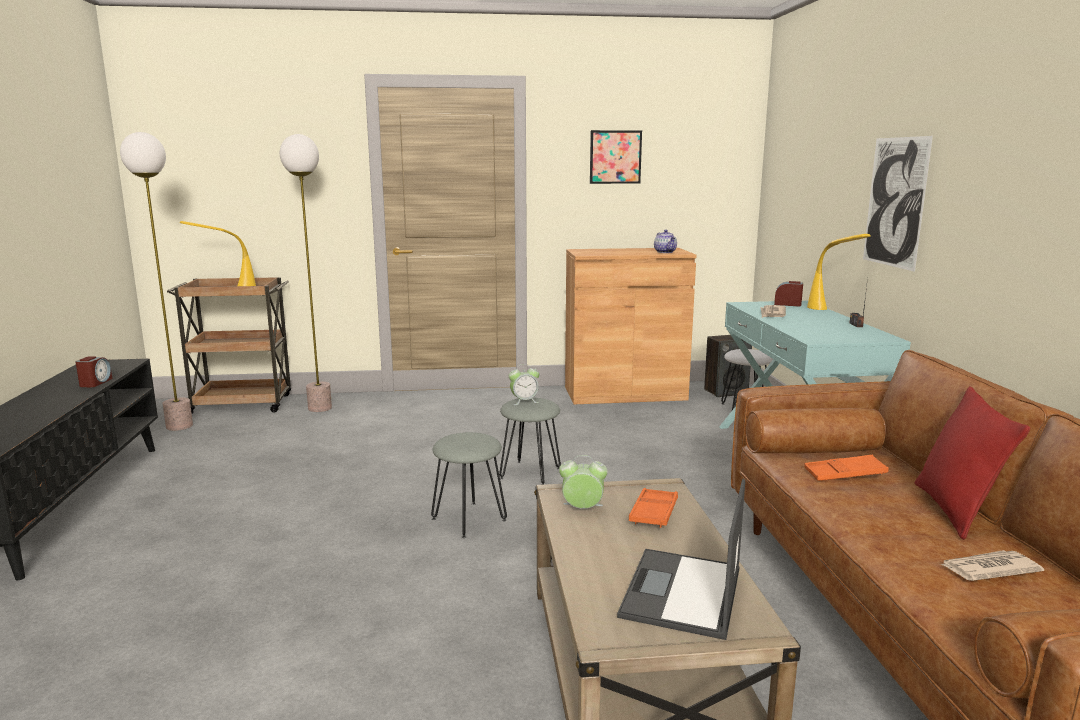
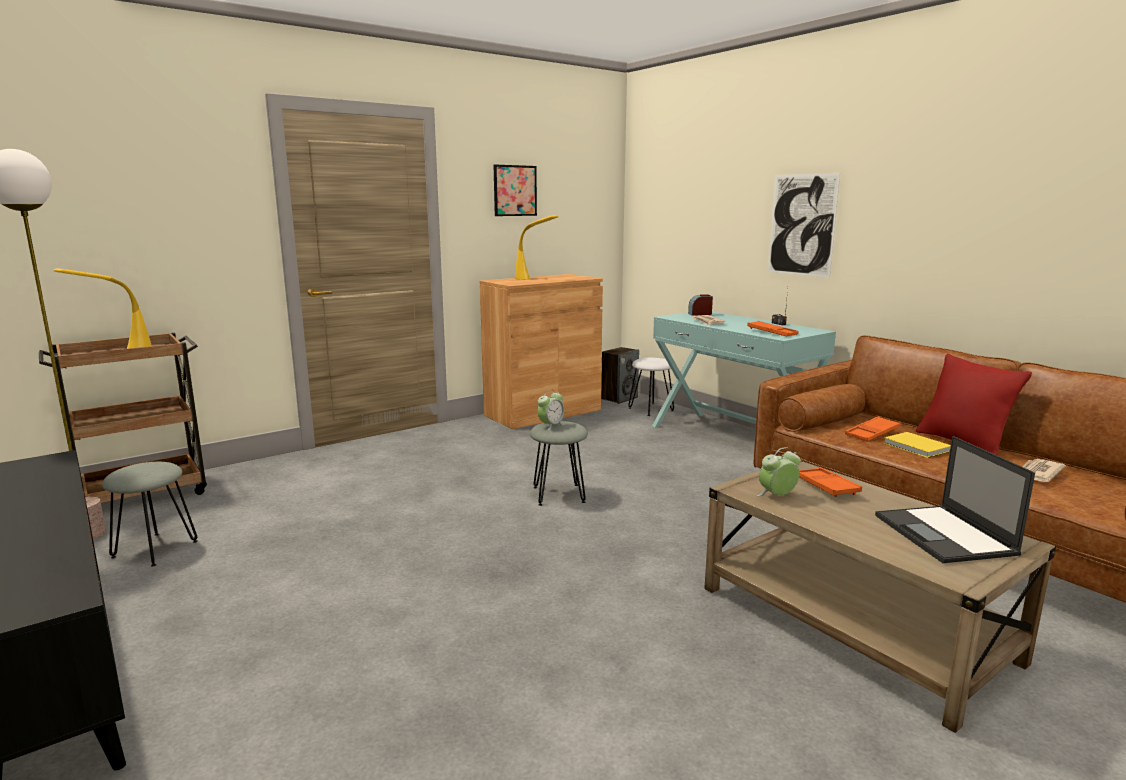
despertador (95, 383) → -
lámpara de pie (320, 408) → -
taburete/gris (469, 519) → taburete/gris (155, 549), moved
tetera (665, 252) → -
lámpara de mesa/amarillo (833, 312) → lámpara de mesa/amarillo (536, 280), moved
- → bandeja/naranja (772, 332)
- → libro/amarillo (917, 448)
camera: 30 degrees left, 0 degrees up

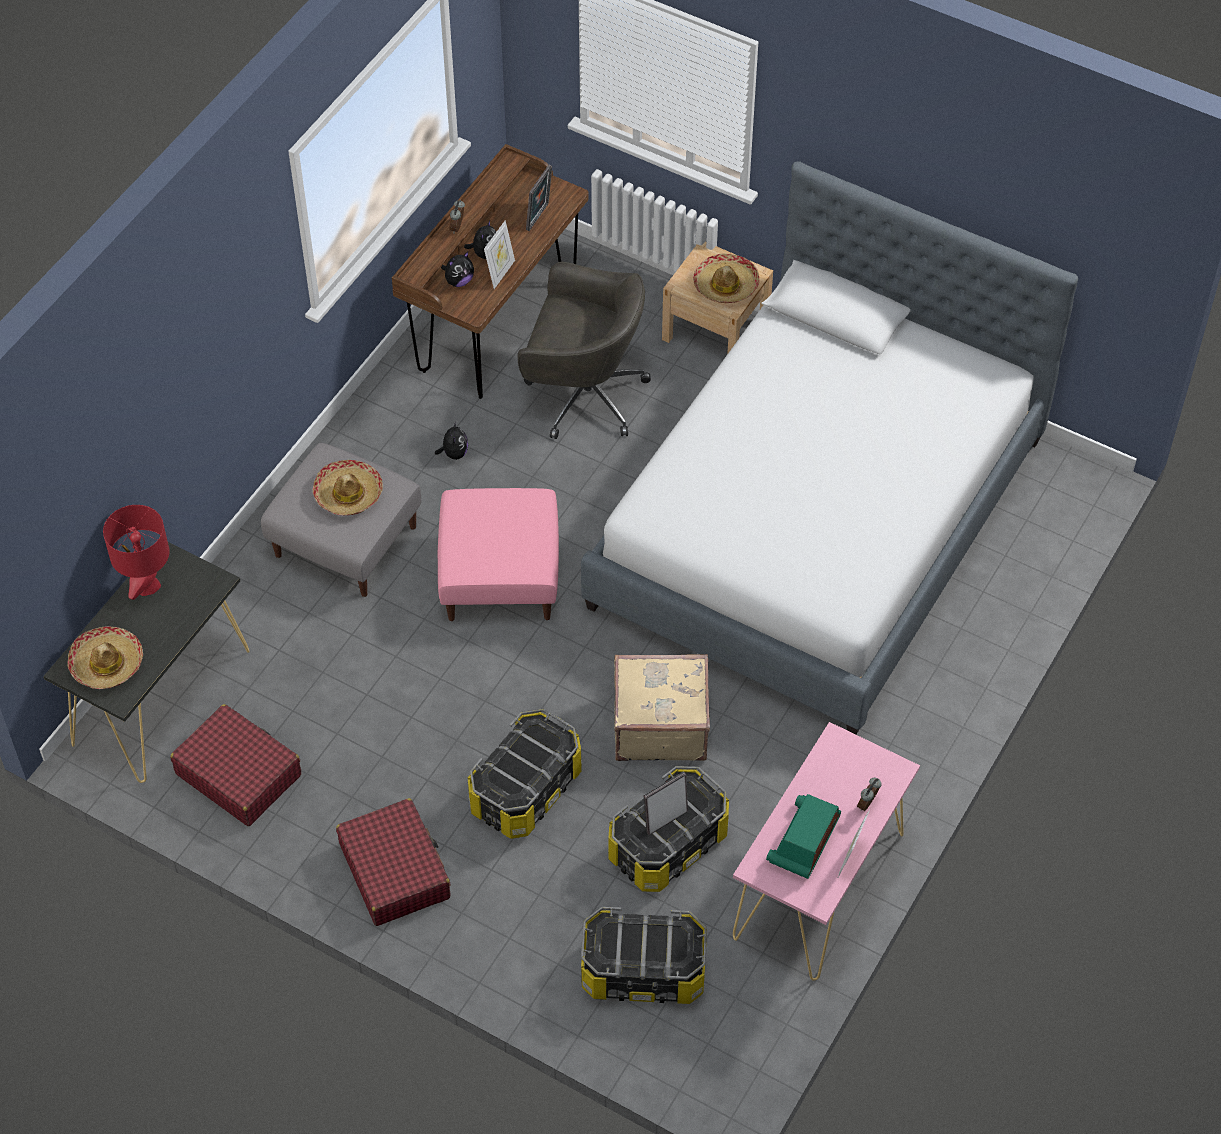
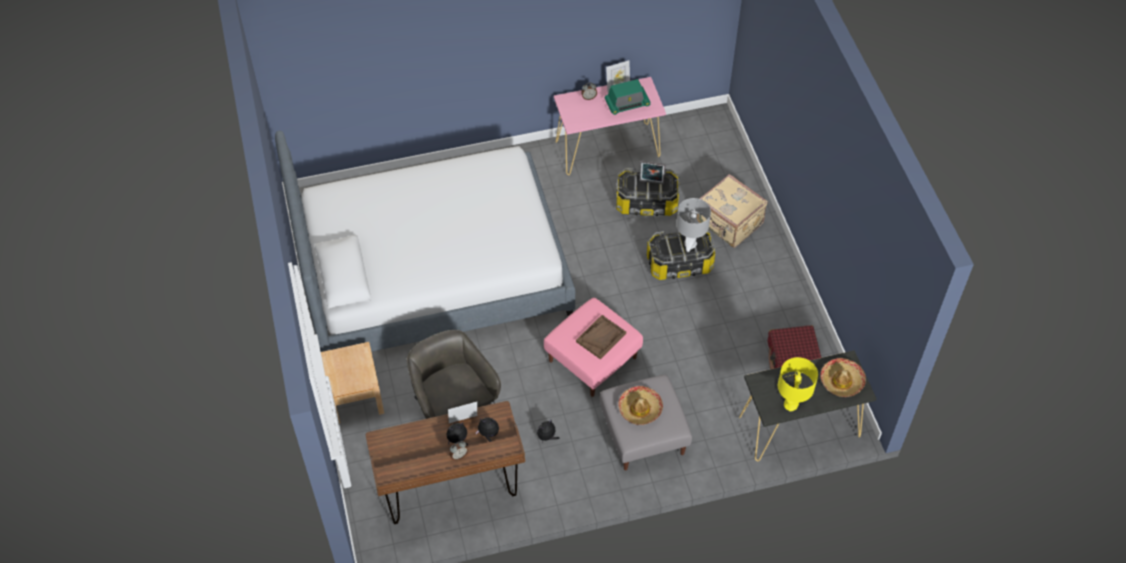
lámpara de mesa/rojo (148, 586) → lámpara de mesa/amarillo (791, 404)
maleta/rojo (395, 870) → -
portarretratos (539, 217) → -
caja de almacenaje (643, 970) → -
maleta/beis (659, 724) → maleta/beis (729, 223), moved
sombrero (726, 285) → -
- → bandeja/marrón (601, 337)
- → lámpara de mesa/gris (690, 244)
camera: 135 degrees left, 0 degrees up

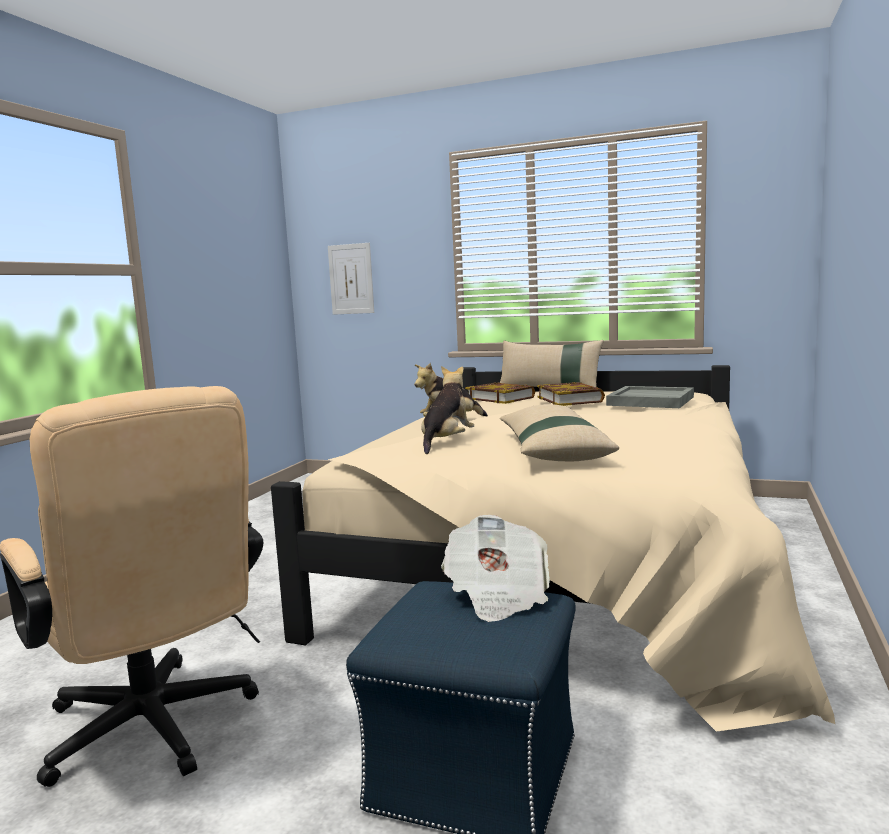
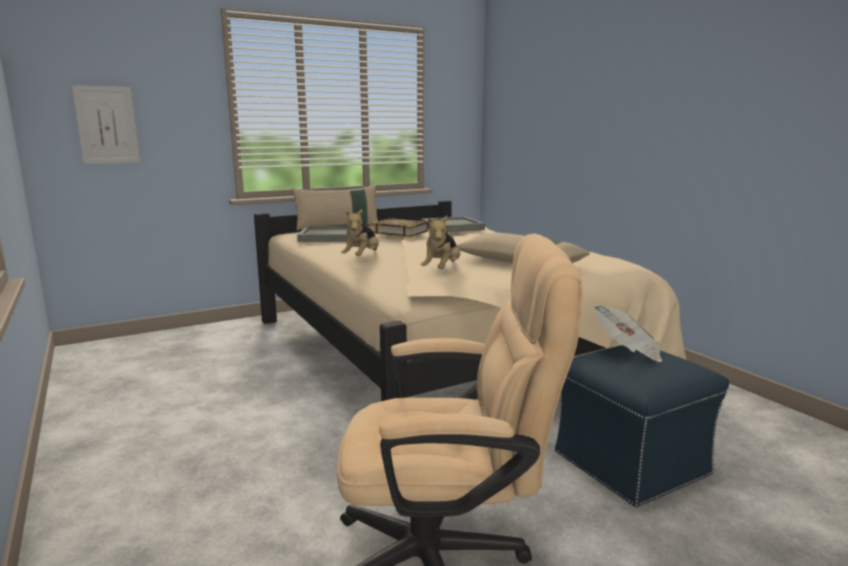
peluche (446, 442) → peluche (442, 270), 135 degrees counterclockwise
libro (500, 398) → bandeja/gris (328, 237)
camera: 50 degrees left, 5 degrees up

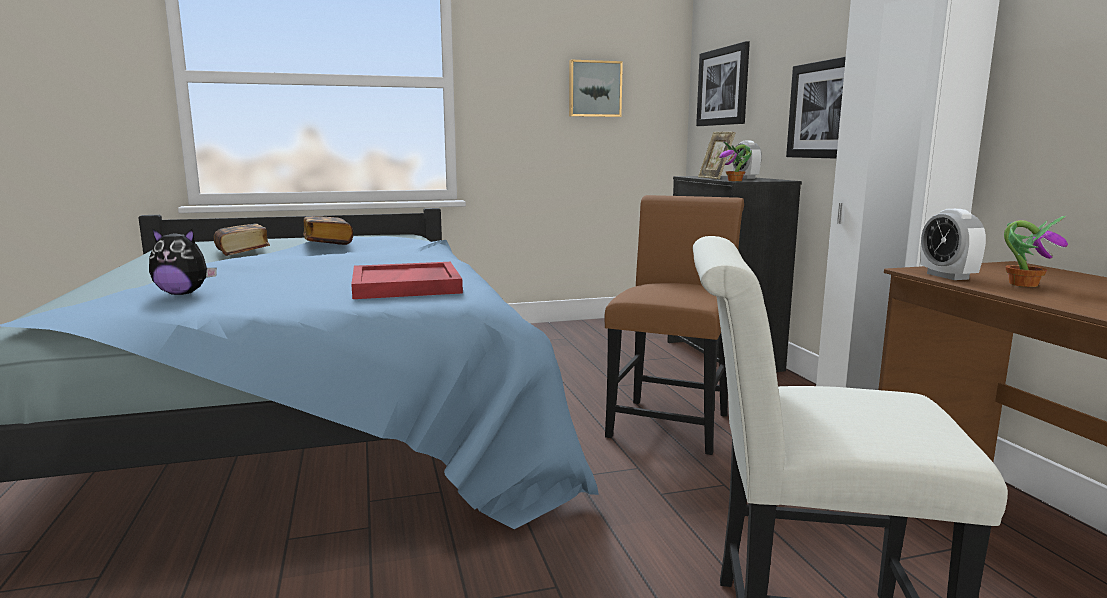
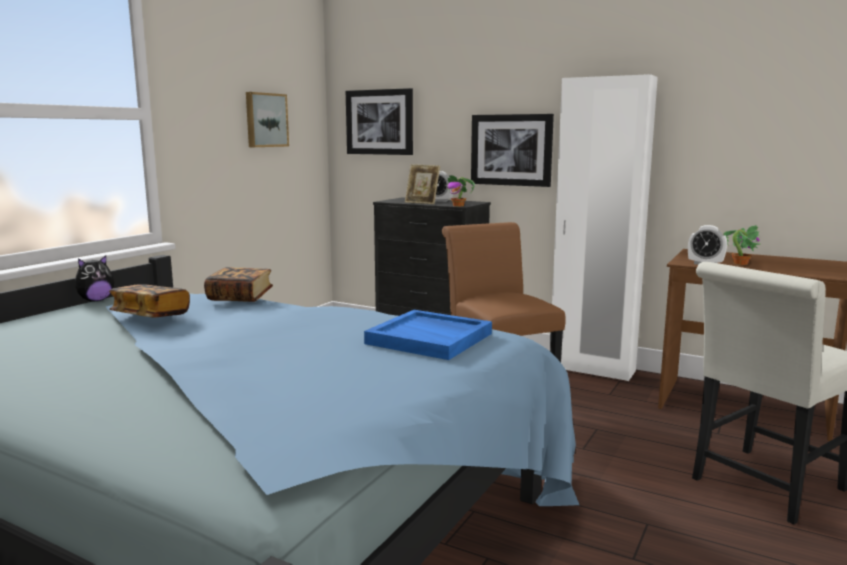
peluche (183, 294) → peluche (96, 300), moved
libro (243, 252) → libro (240, 297), moved
bandeja/rojo (407, 286) → bandeja/azul (430, 338)
camera: 45 degrees left, 0 degrees up

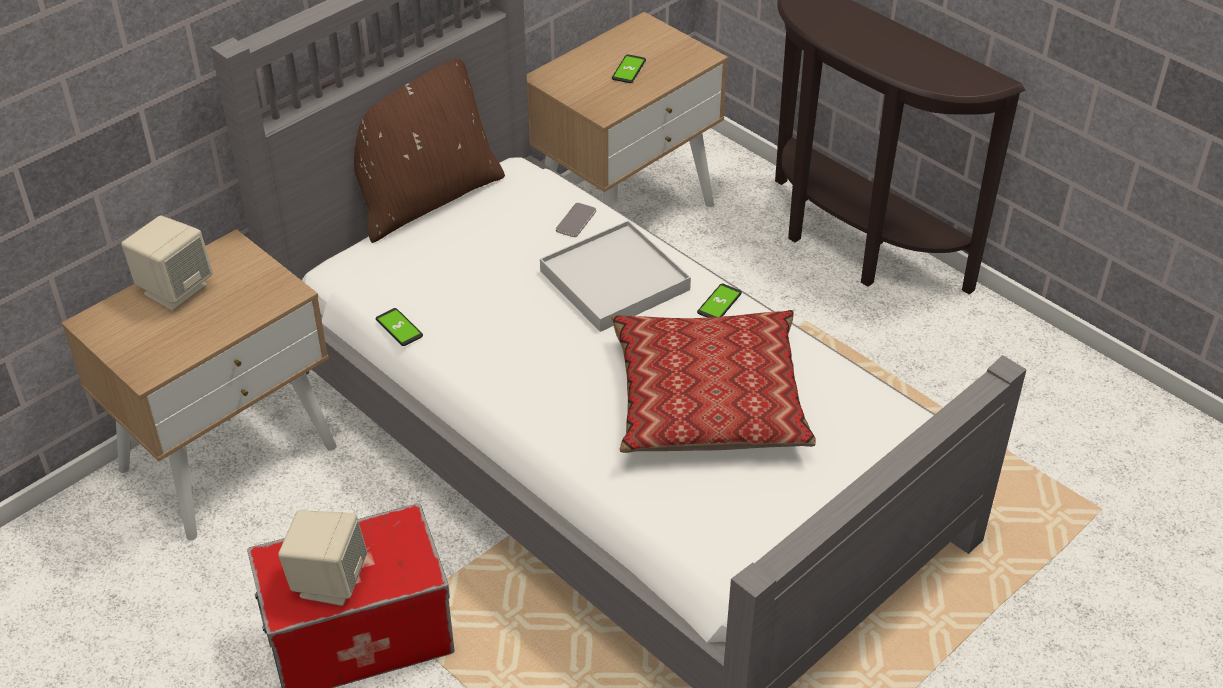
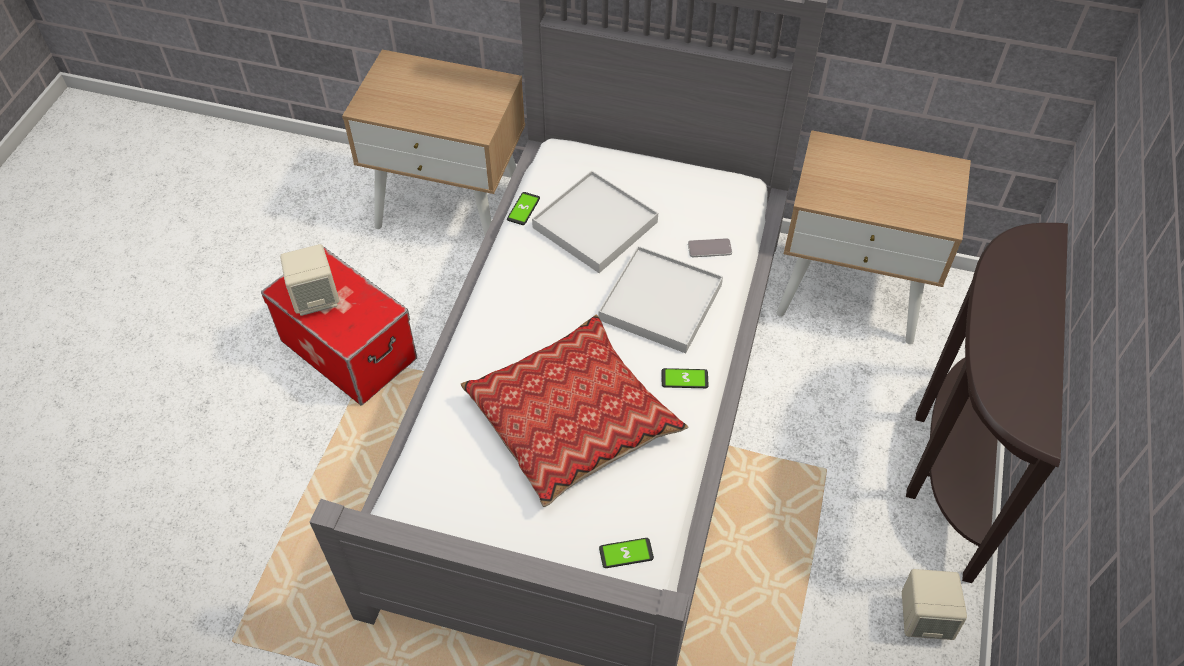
altavoz/beis (175, 289) → altavoz/beis (924, 618), moved
cojín/marrón (423, 196) → -
móvil (628, 70) → móvil (626, 553), moved
- → bandeja/blanco (595, 224)
camera: 60 degrees right, 10 degrees up

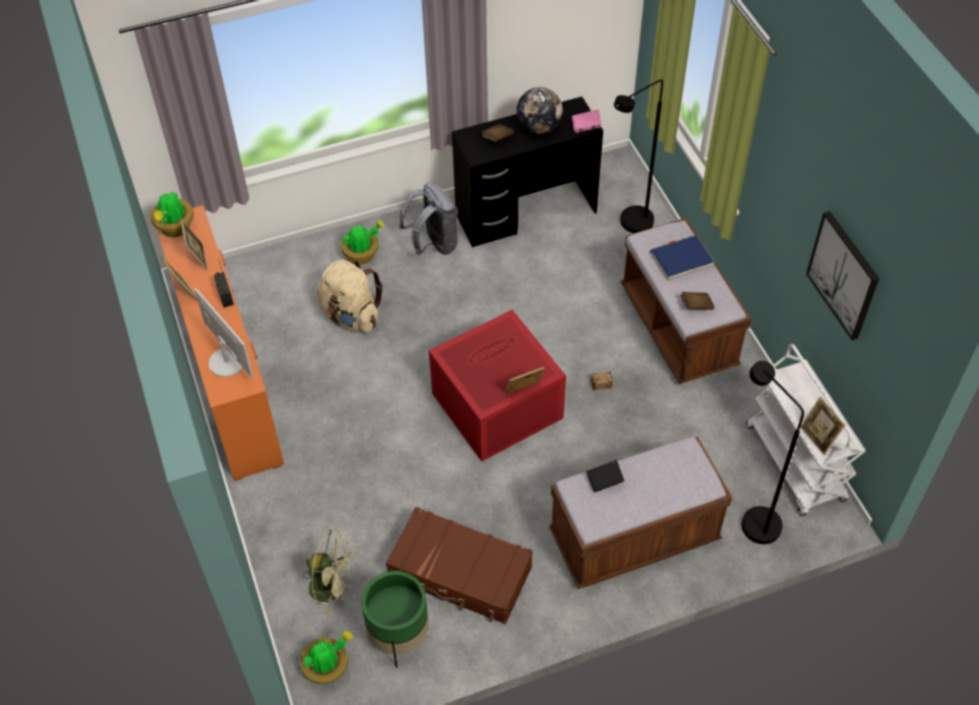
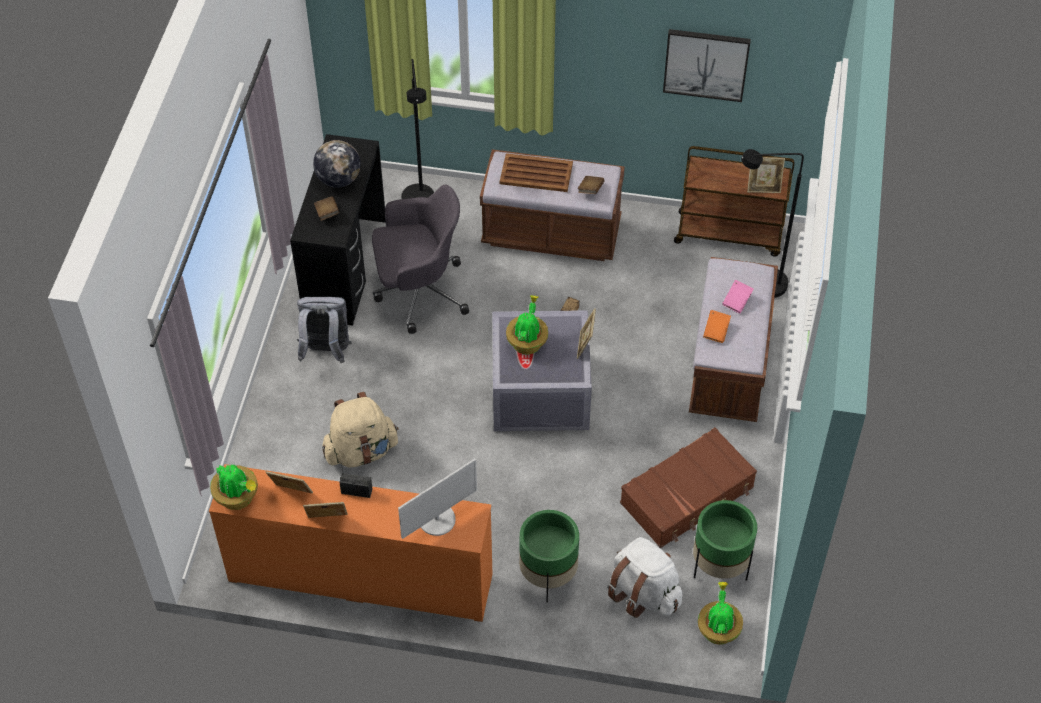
monitor (227, 361) → monitor (437, 519), 150 degrees clockwise
ventilador/verde (333, 588) → mochila/blanco (644, 593)
planta en maceta (362, 255) → planta en maceta (527, 342), moved
caja de almacenaje/rojo (496, 407) → caja de almacenaje/gris (542, 393)
libro/rosa (586, 126) → libro/rosa (737, 301), moved
libro/negro (604, 481) → libro/naranja (716, 331)
libro/azul (681, 259) → bandeja/marrón (537, 174)
carrito/blanco (796, 464) → carrito/marrón (729, 233)
- → silla de oficina/gris (419, 292)
- → maceta/verde (548, 575)
camera: 60 degrees left, 0 degrees up

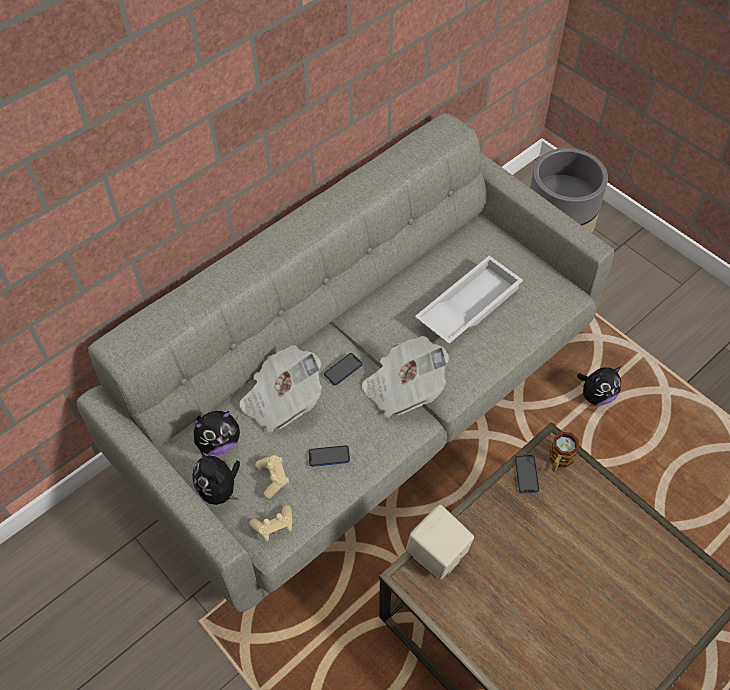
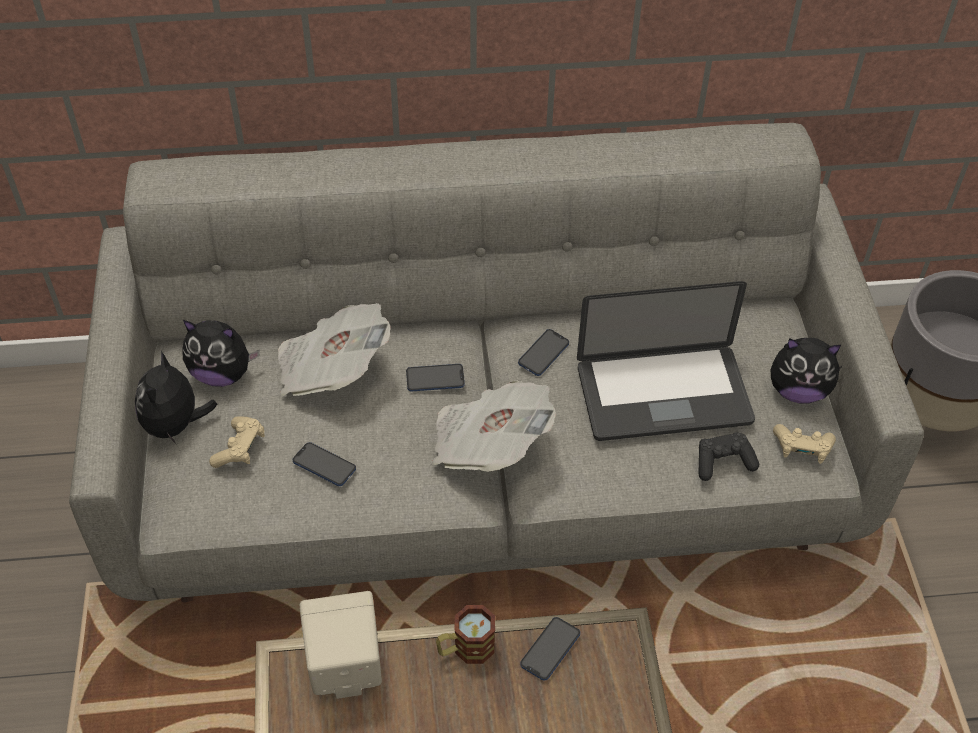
mando de consola/beis (274, 526) → mando de consola/beis (802, 449), moved
bandeja/blanco (468, 305) → portátil (663, 395)
taza grande (559, 461) → taza grande (465, 649), moved
peluche (596, 395) → peluche (798, 390), moved
- → móvil (543, 353)
- → mando de consola/negro (723, 462)
camera: 35 degrees right, 5 degrees down

